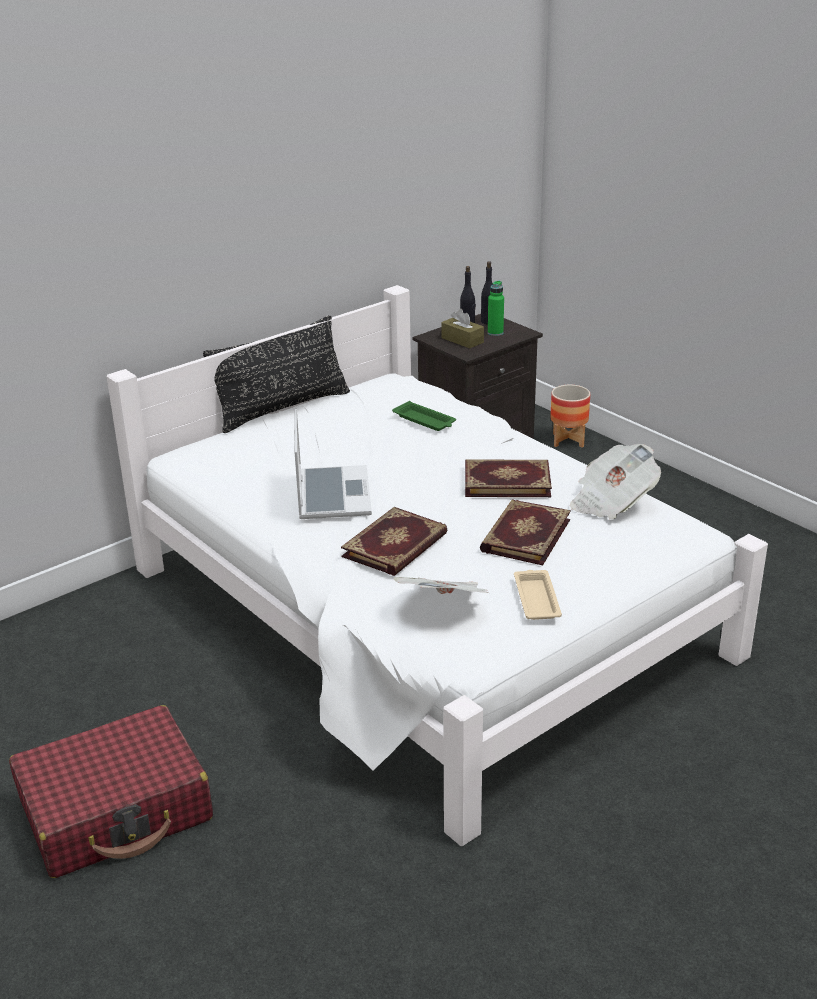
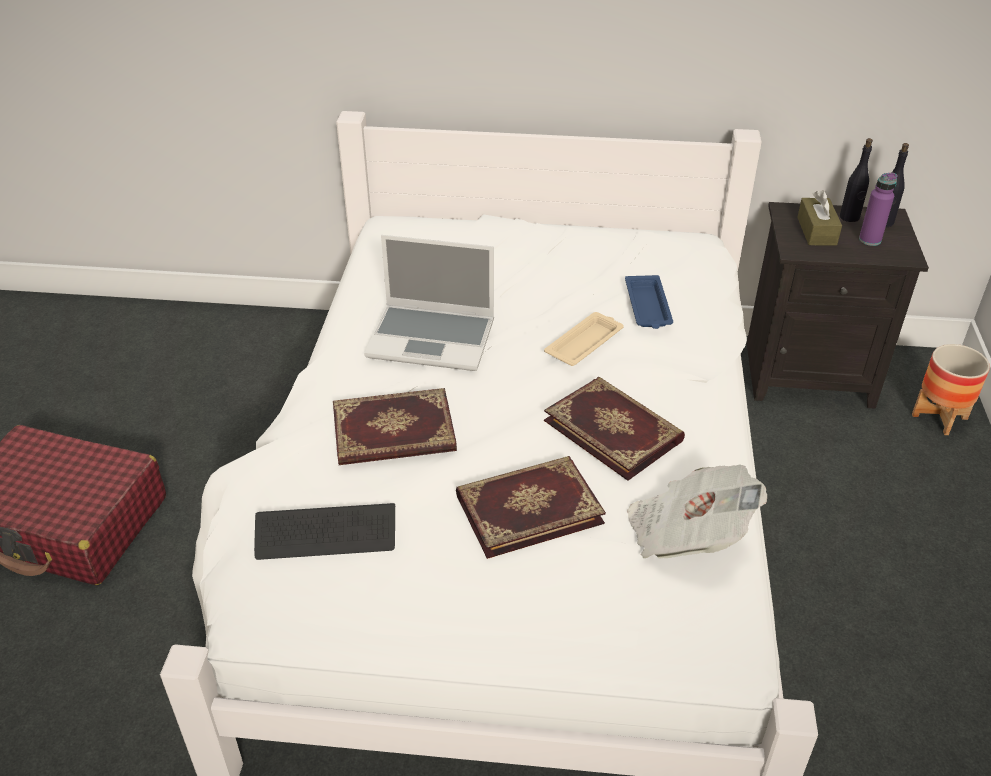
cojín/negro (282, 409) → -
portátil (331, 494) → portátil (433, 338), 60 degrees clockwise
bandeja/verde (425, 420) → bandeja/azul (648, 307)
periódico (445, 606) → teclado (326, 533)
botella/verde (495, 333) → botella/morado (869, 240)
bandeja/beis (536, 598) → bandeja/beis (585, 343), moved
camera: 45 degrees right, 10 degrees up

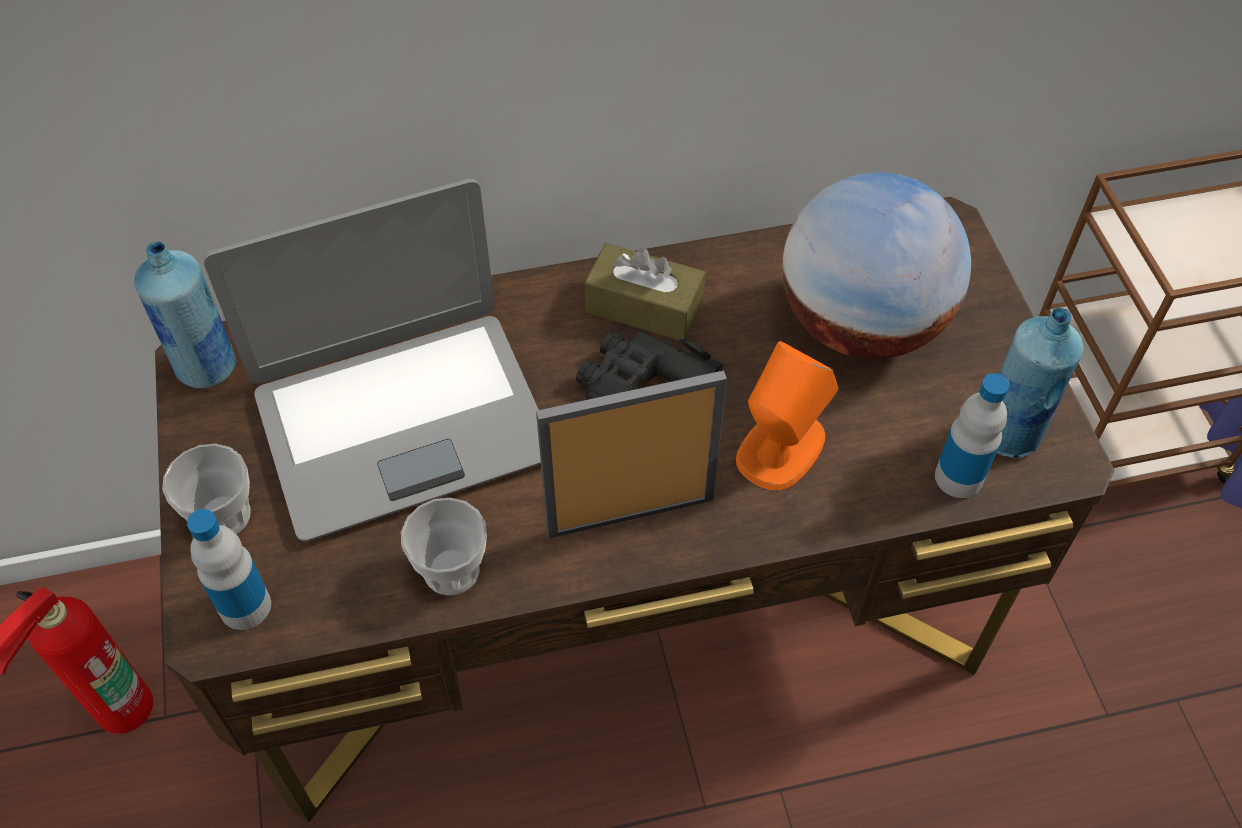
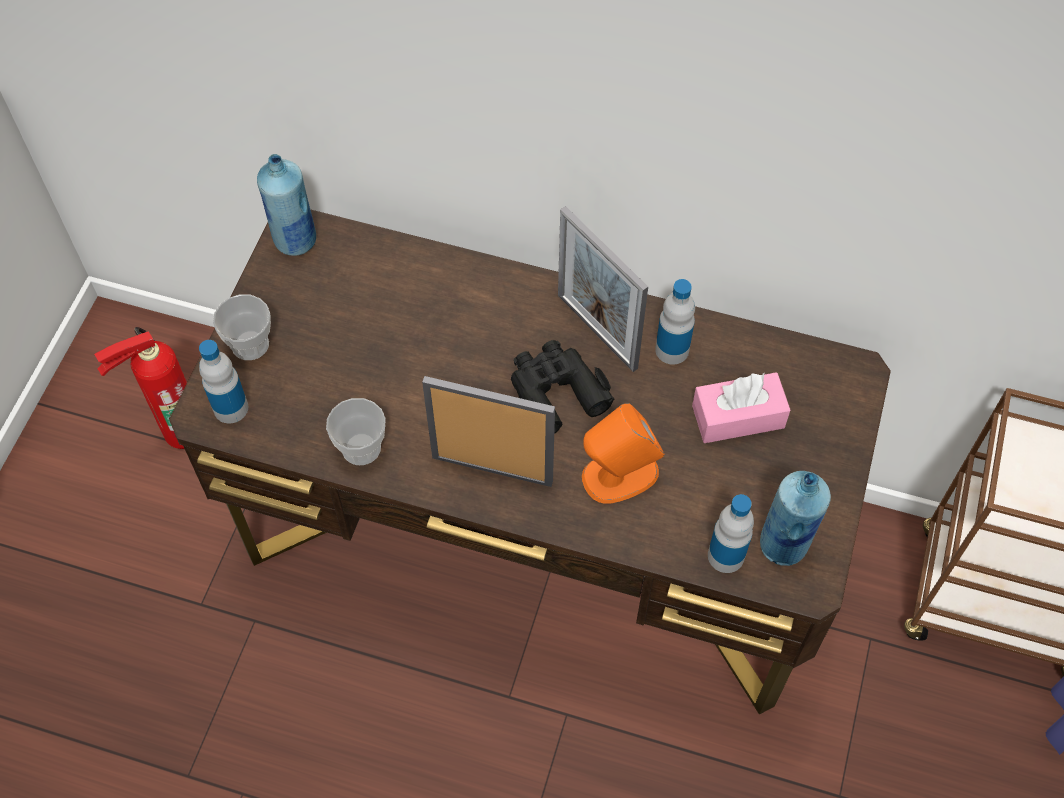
portátil (402, 422) → -
caja de pañuelos/marrón (644, 307) → portarretratos (597, 331)
globo terráqueo (861, 325) → caja de pañuelos/rosa (738, 417)
- → botella (672, 350)
camera: 30 degrees right, 5 degrees up

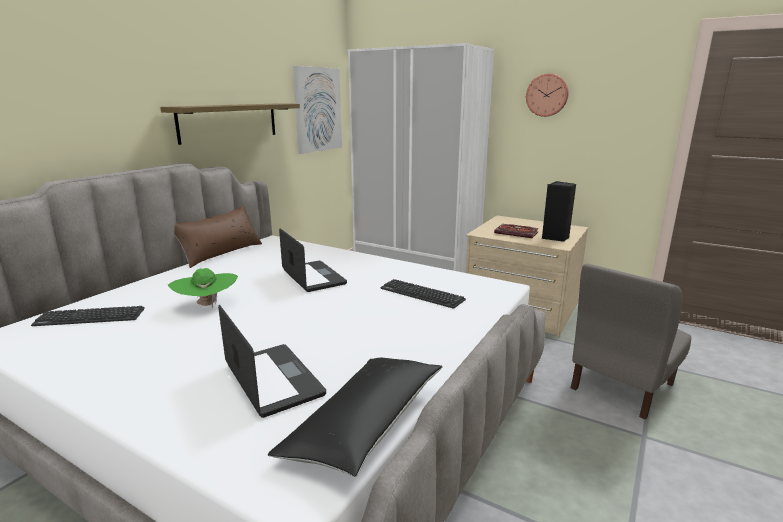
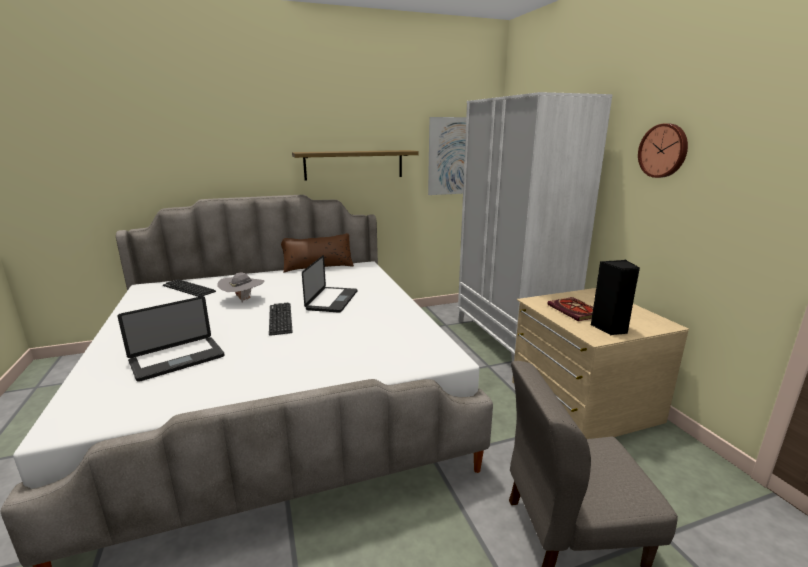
sombrero/verde (207, 305) → sombrero/gris (243, 300)
portátil (273, 380) → portátil (177, 359), 45 degrees clockwise
cojín/negro (365, 424) → -
teclado (421, 294) → teclado (280, 319), moved
camera: 40 degrees right, 0 degrees up

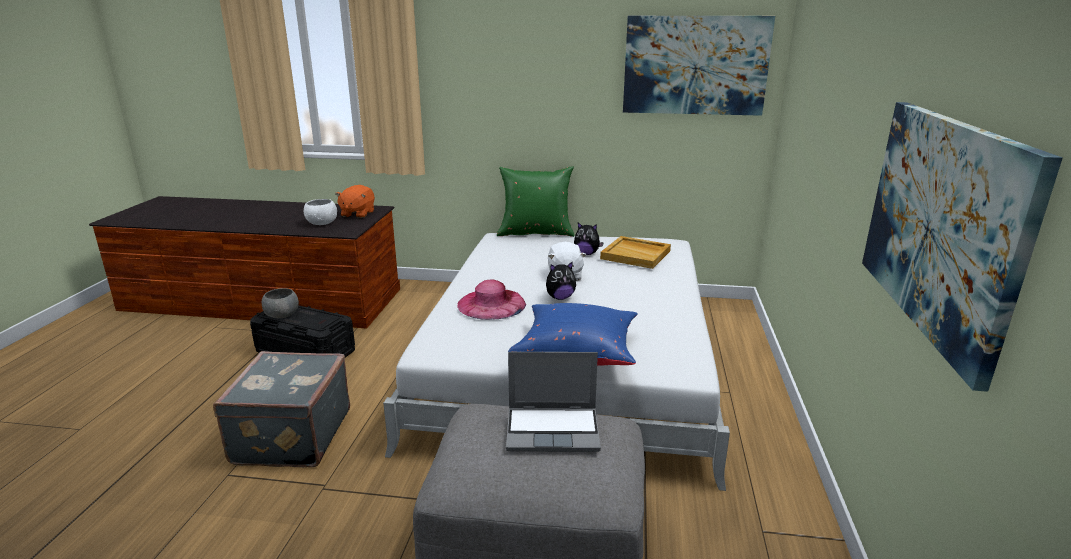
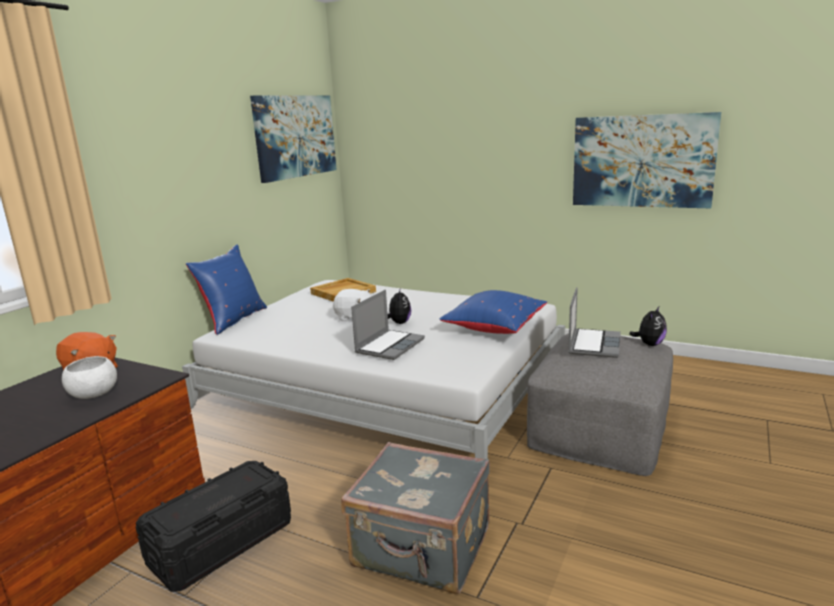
cuenco/gris (281, 315) → -
sombrero/rosa (491, 304) → portátil (389, 345)
cojín/verde (535, 233) → cojín/azul (233, 320)
peluche (587, 253) → peluche (649, 344), moved
camera: 70 degrees left, 5 degrees down

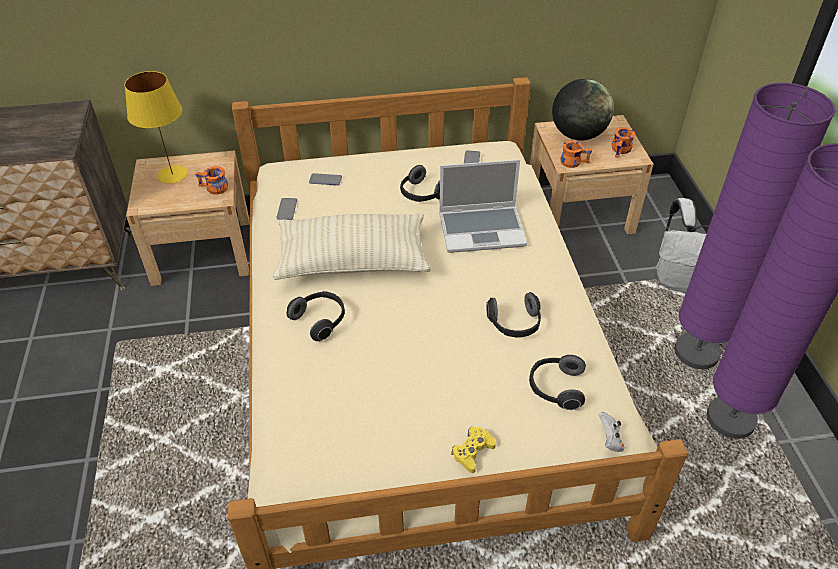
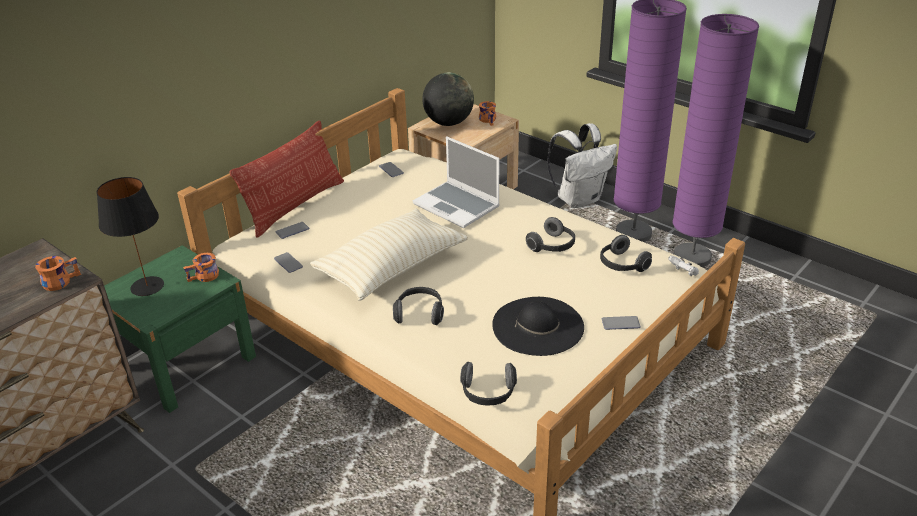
lámpara de mesa/amarillo (172, 175) → lámpara de mesa/negro (147, 286)
mesita de noche/beis (202, 251) → mesita de noche/verde (186, 363)
auriculares (421, 194) → auriculares (488, 394), moved
portátil (482, 229) → portátil (458, 206), 90 degrees clockwise
mando de consola/amarillo (472, 452) → móvil (620, 323)
taza grande/naranja (573, 161) → taza grande/naranja (60, 280), moved
- → cojín (295, 205)
- → sombrero/negro (538, 326)
camera: 40 degrees left, 10 degrees down

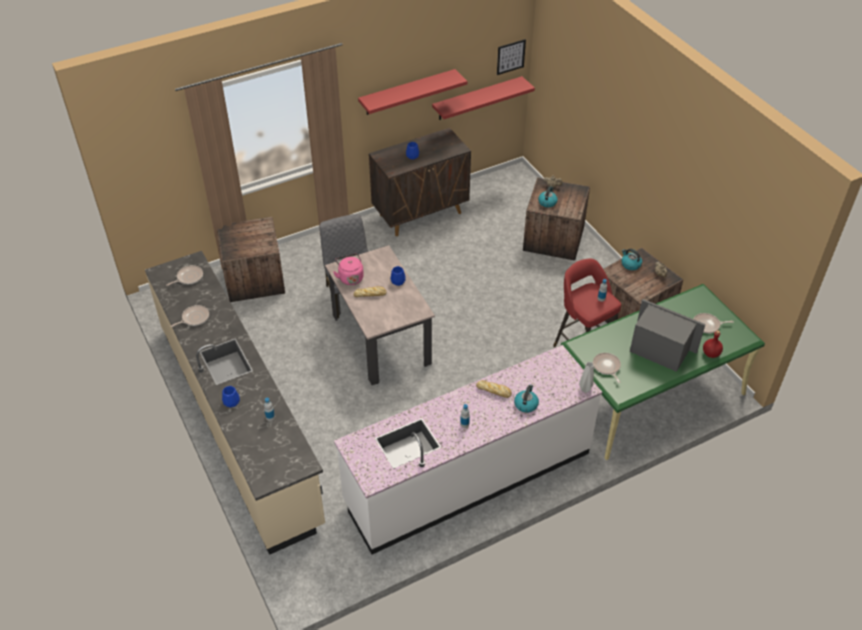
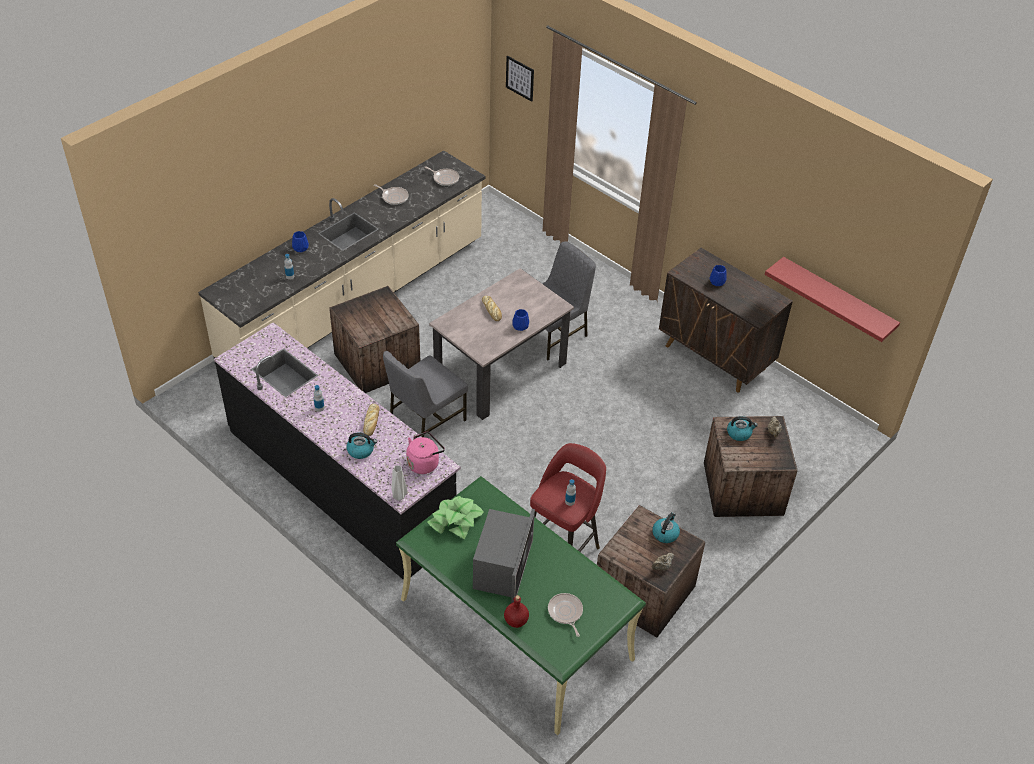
caja de embalaje (253, 278) → caja de embalaje (377, 361), moved
hervidor/rosa (350, 277) → hervidor/rosa (424, 463), moved
mueble bajo de cocina/blanco (468, 477) → mueble bajo de cocina/negro (341, 483)
estante/rojo (407, 92) → -
cuadro (510, 56) → cuadro (520, 78), moved
sartén (606, 367) → planta en maceta (455, 521)
- → silla/gris (425, 420)
camera: 70 degrees right, 0 degrees up

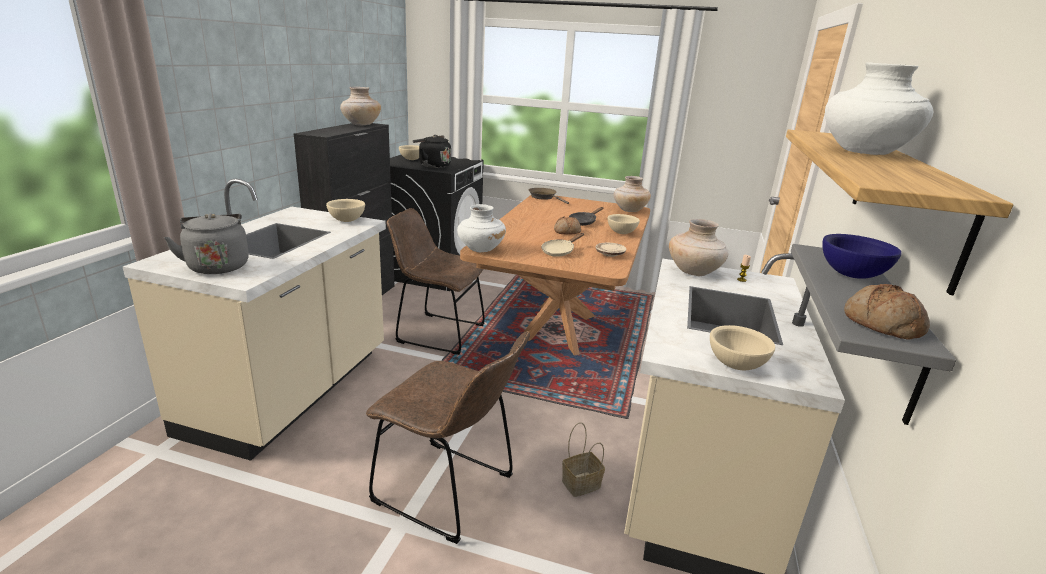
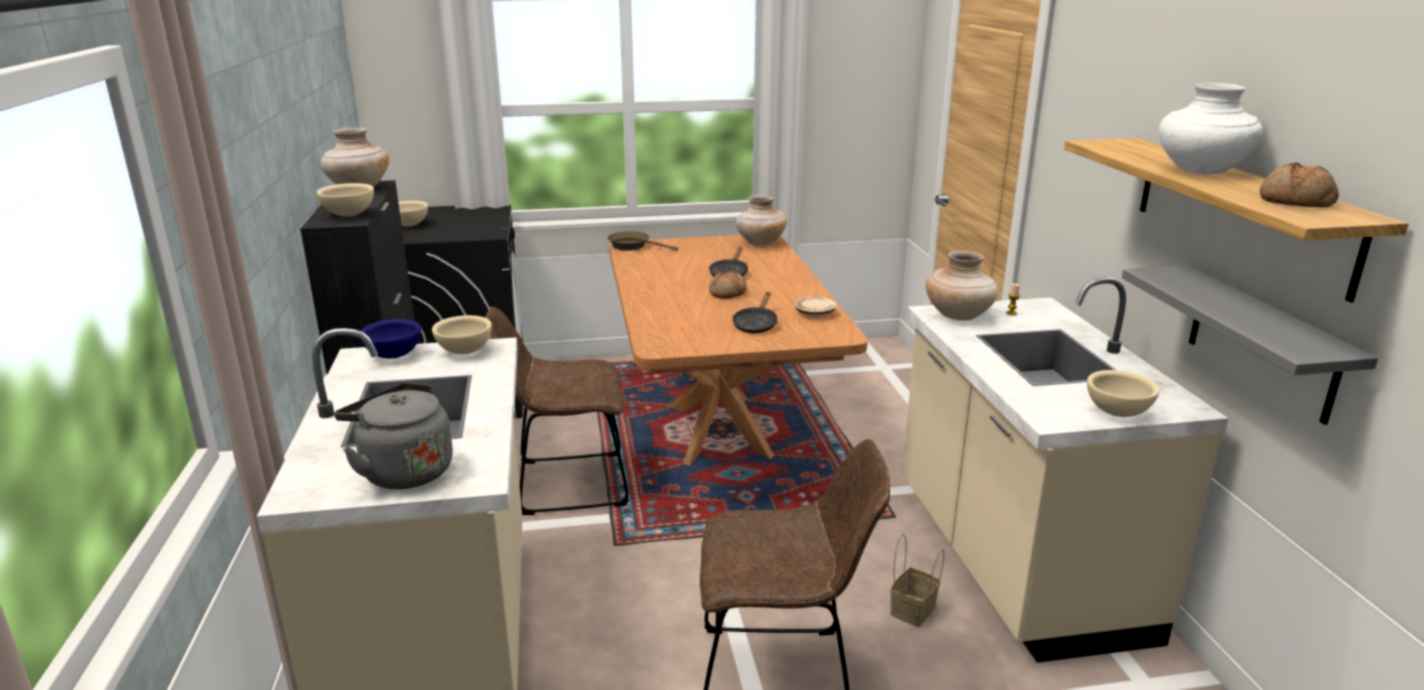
hervidor/negro (432, 165) → -
florero/blanco (480, 249) → -
sartén/beis (559, 251) → sartén/negro (756, 325)
cuenco/beis (621, 233) → cuenco/beis (349, 215), moved
cuenco/azul (851, 275) → cuenco/azul (393, 356), moved
pan (881, 325) → pan (1294, 202), moved
camera: 25 degrees left, 0 degrees up

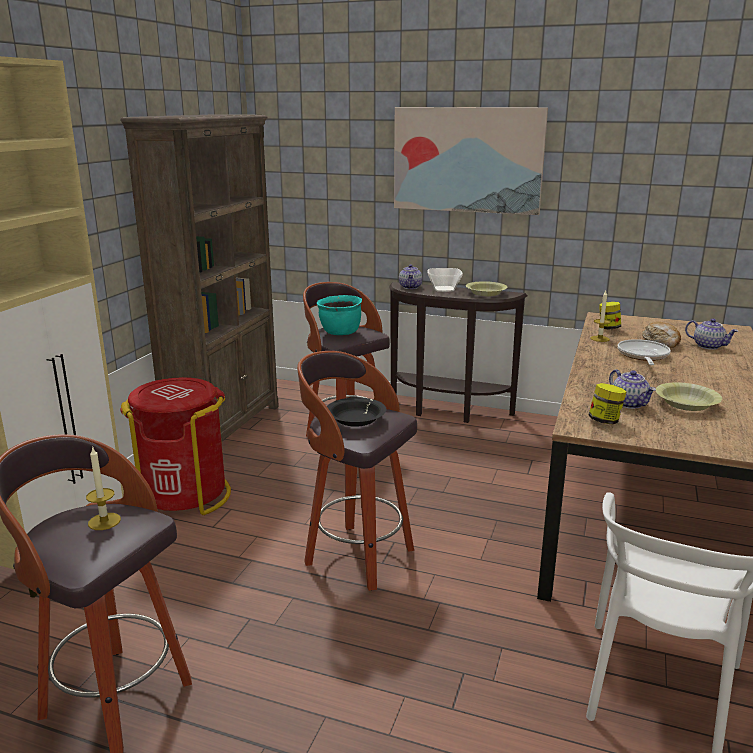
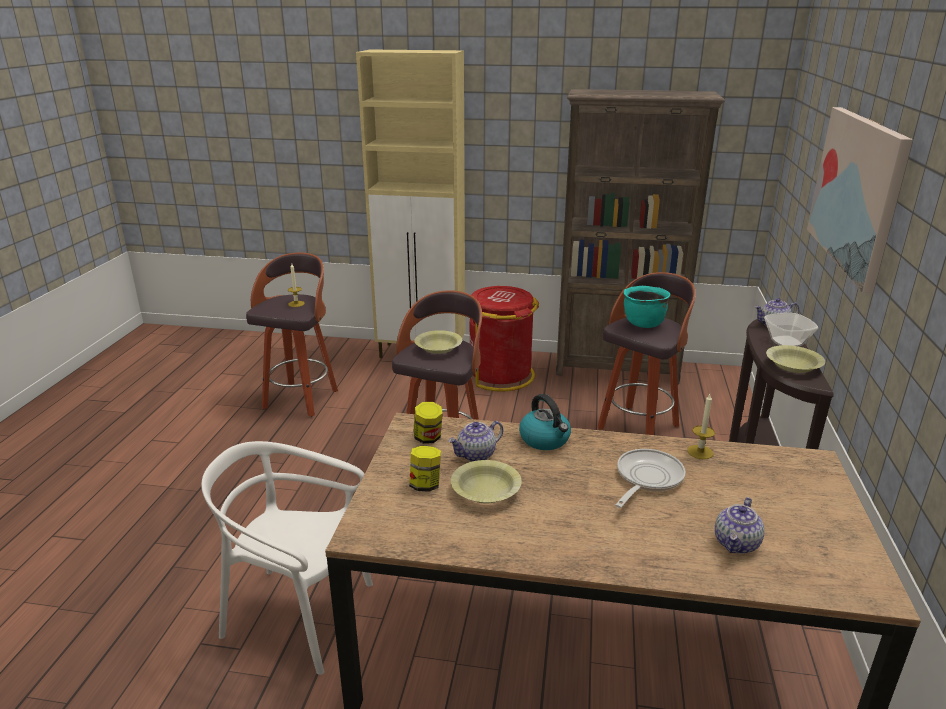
cuenco/negro (356, 420) → cuenco/amarillo (438, 348)
tarro (608, 328) → tarro (425, 485), moved
sartén (643, 356) → sartén (646, 479), 60 degrees counterclockwise
pan (661, 342) → -
- → hervidor (545, 440)
camera: 80 degrees right, 5 degrees up

